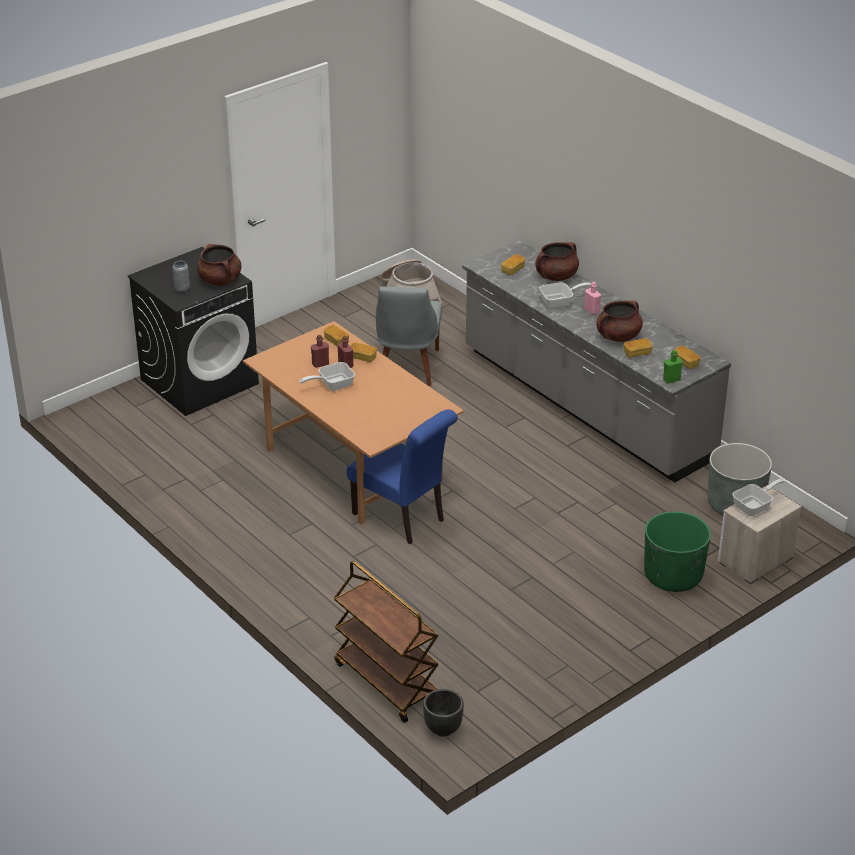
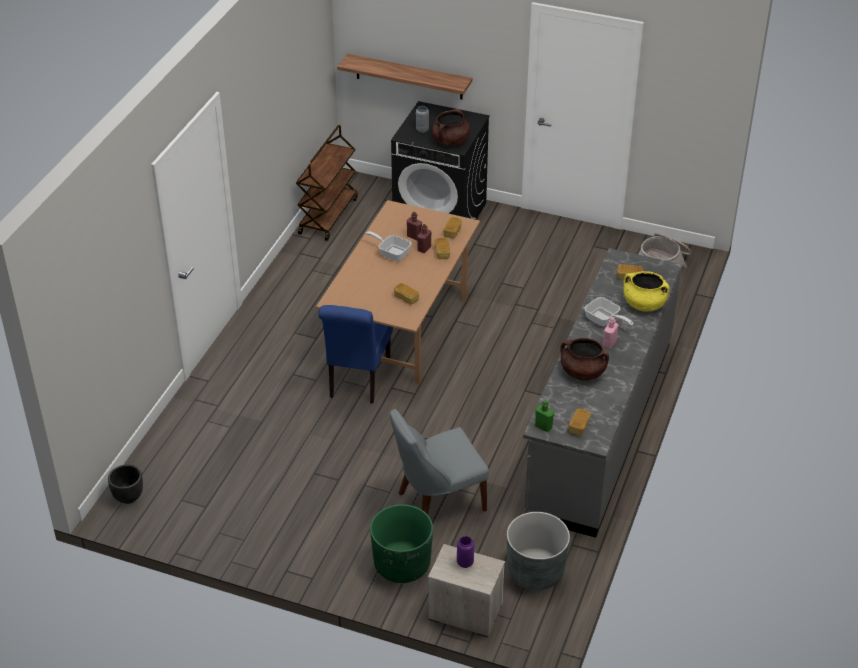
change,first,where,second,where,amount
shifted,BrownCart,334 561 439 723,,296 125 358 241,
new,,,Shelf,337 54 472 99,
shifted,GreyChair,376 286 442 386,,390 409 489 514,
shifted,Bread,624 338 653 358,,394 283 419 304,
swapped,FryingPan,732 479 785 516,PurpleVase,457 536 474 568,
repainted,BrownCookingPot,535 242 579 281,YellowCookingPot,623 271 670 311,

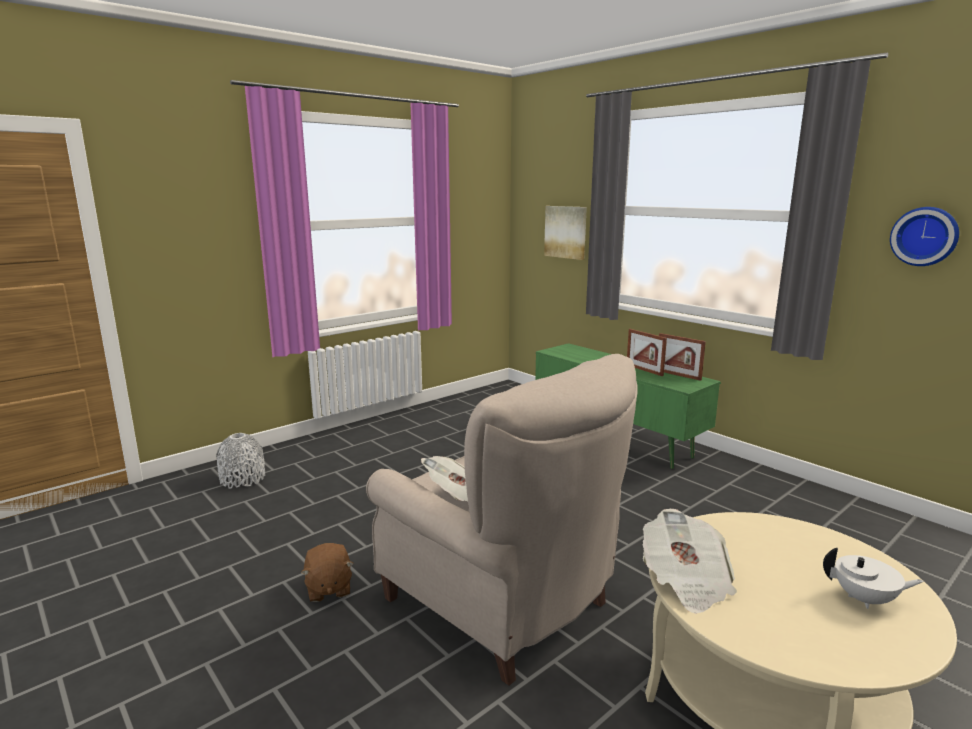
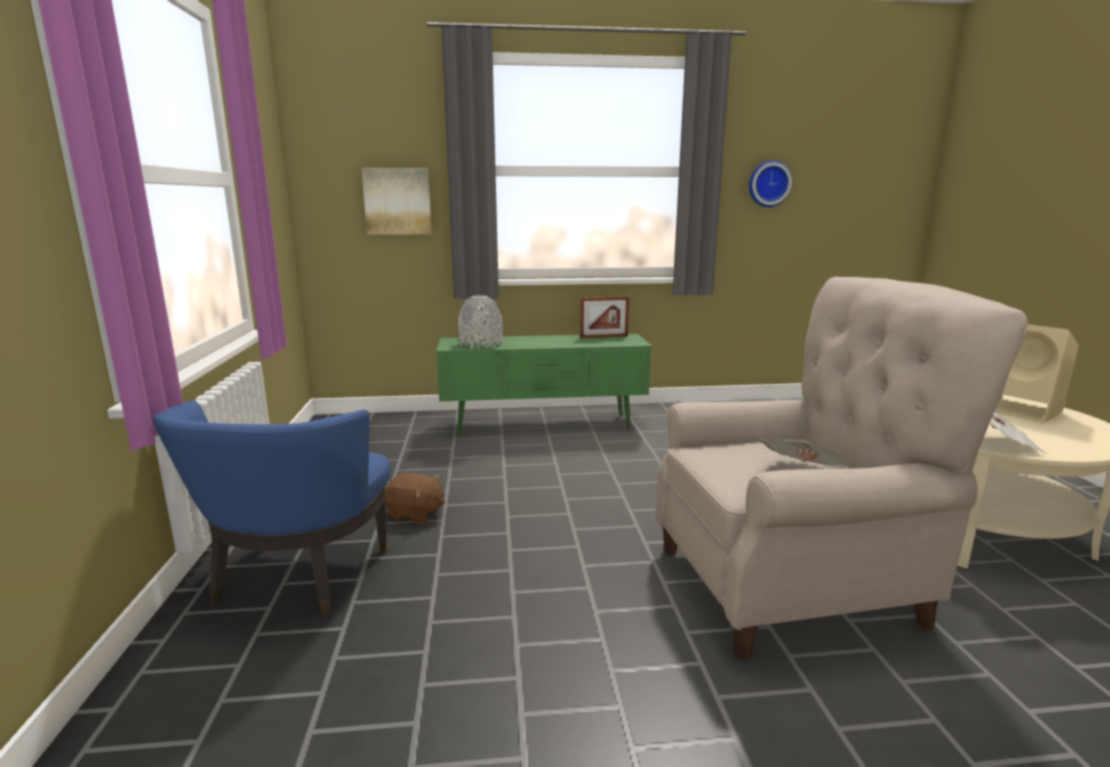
change,first,where,second,where,amount
new,,,BlueArmchair,153 401 391 616,
shifted,BrownPlushToy,301 543 354 602,,385 473 445 524,
shifted,GreyVase,216 433 265 489,,458 295 503 348,
swapped,WhiteTeapot,823 548 924 609,BeigeSpeaker,995 324 1079 423,
gone,PictureFrame,627 329 667 376,,,

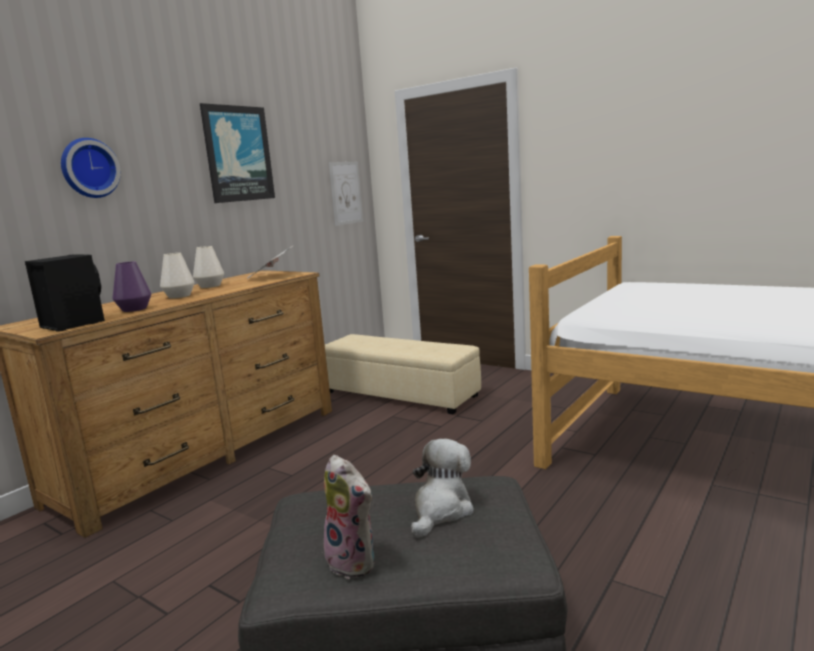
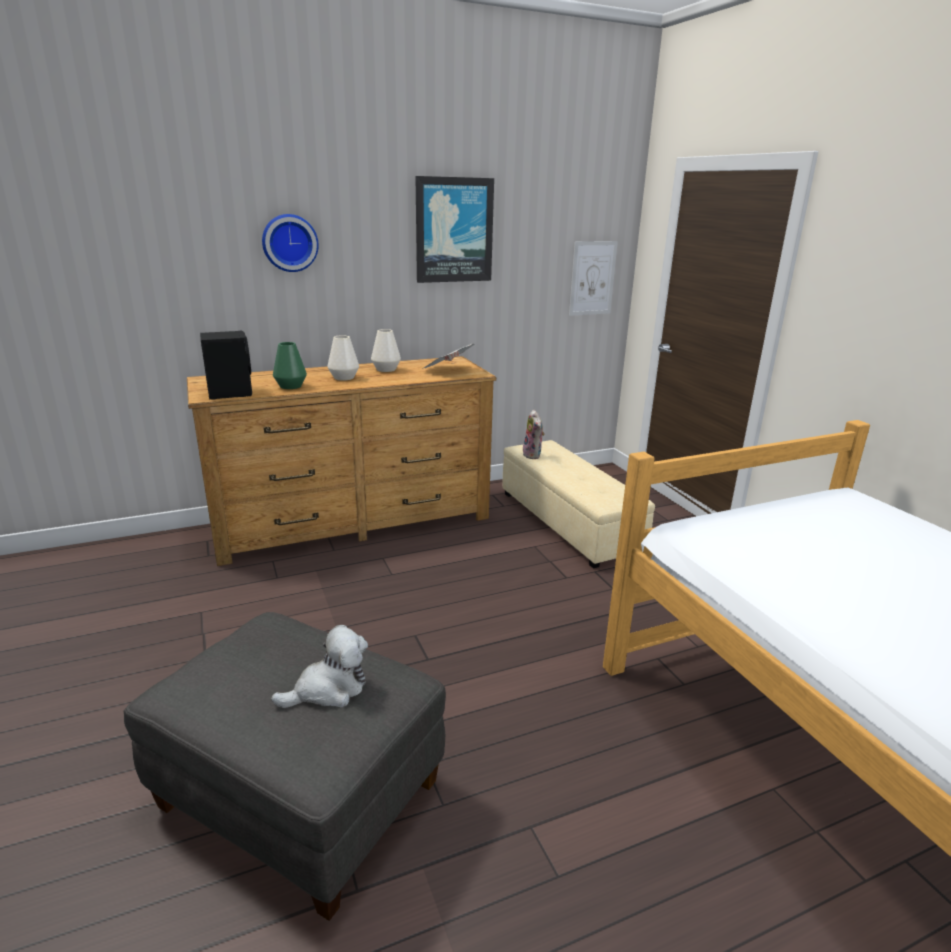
change,first,where,second,where,amount
repainted,PurpleVase,112 261 151 312,GreenVase,273 342 307 389,
shifted,PlushToy,324 455 374 579,,523 410 545 459,

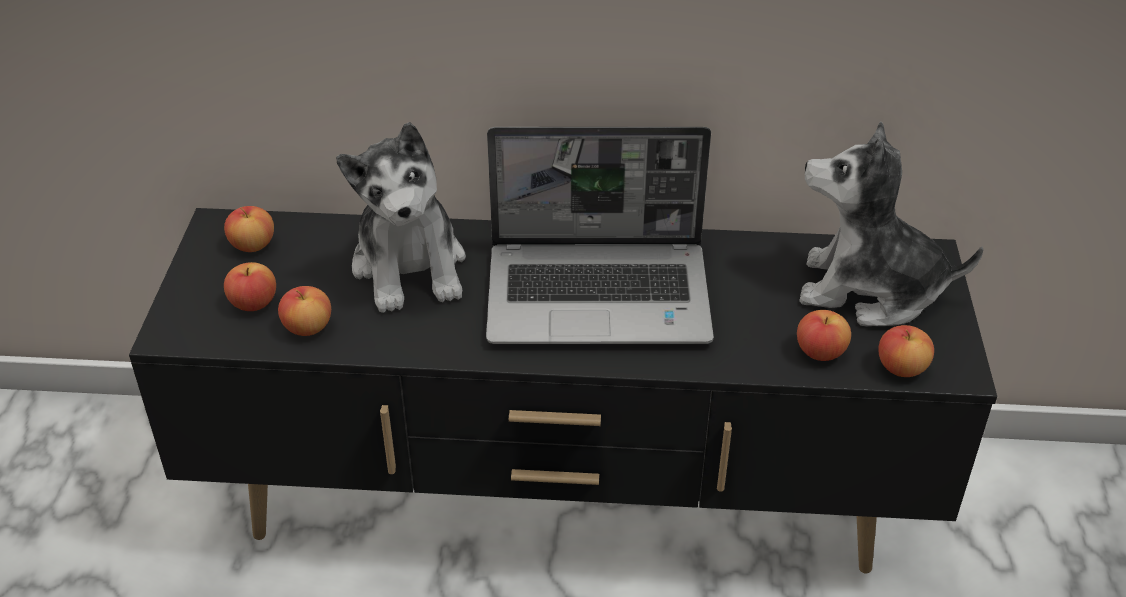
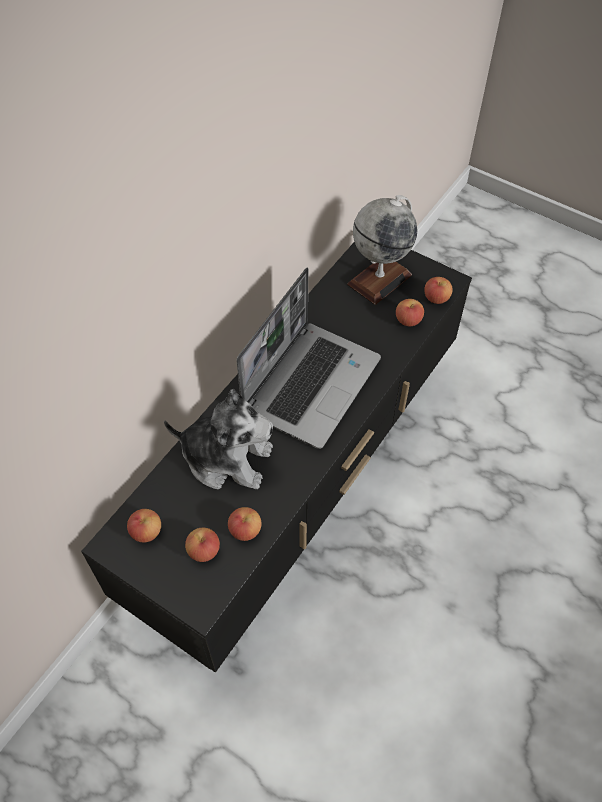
change,first,where,second,where,amount
swapped,PlushToy,799 121 984 327,Globe,347 195 417 305,

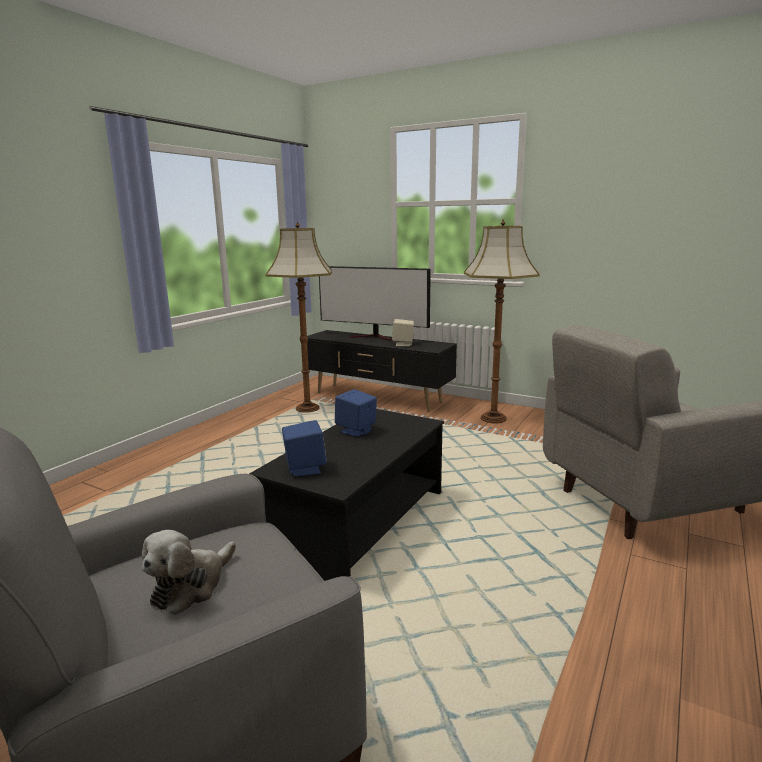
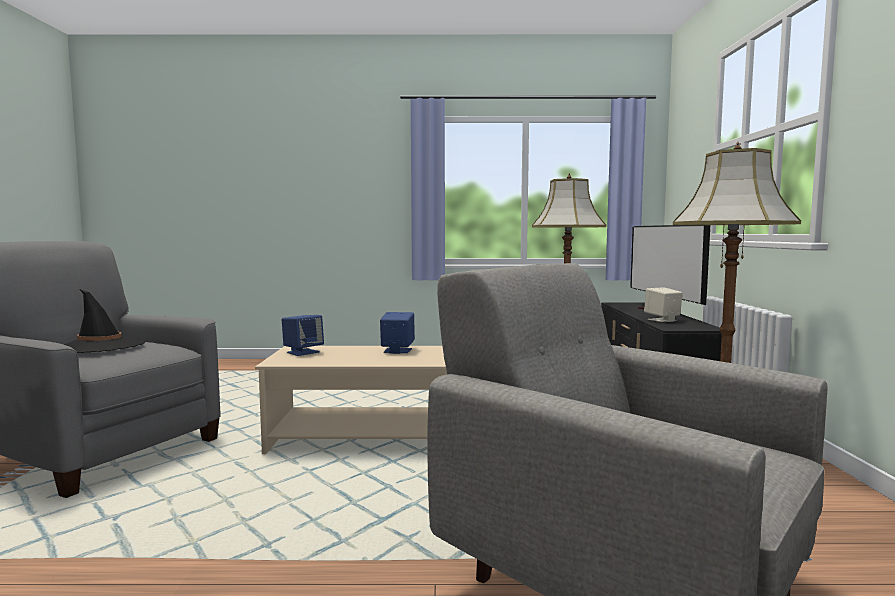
change,first,where,second,where,amount
swapped,PlushToy,142 530 236 615,BlackHat,64 289 145 353,
repainted,BlackCoffeeTable,249 409 444 581,BeigeCoffeeTable,255 346 447 454,

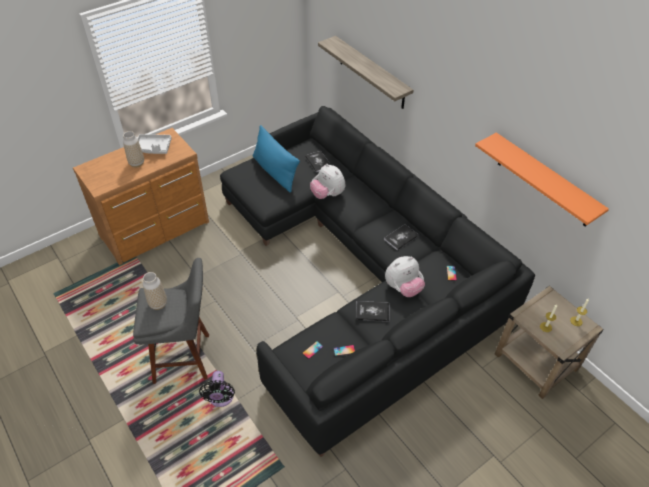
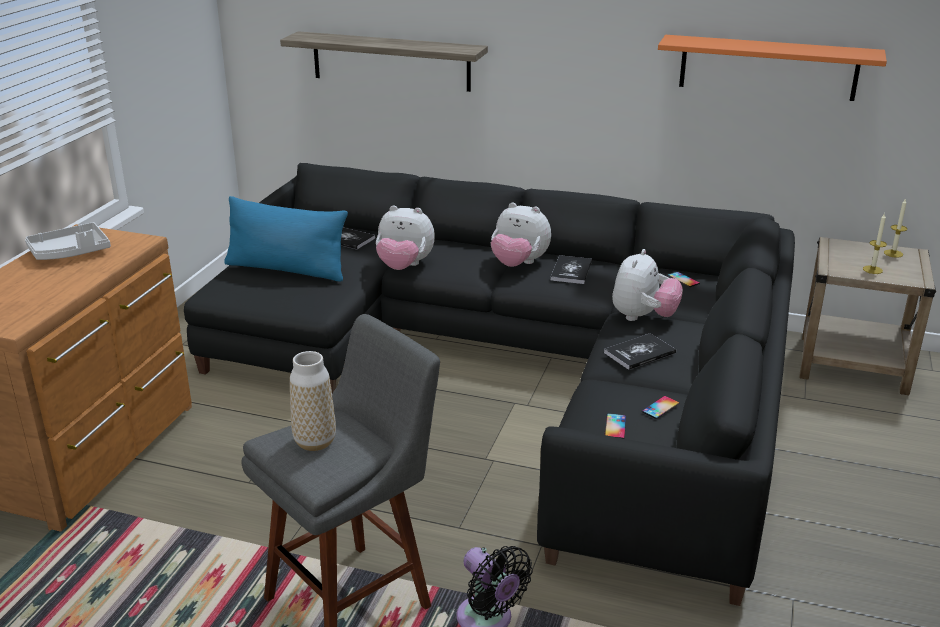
change,first,where,second,where,amount
new,,,PlushToy,491 202 551 267,
gone,Vase,123 131 144 167,,,

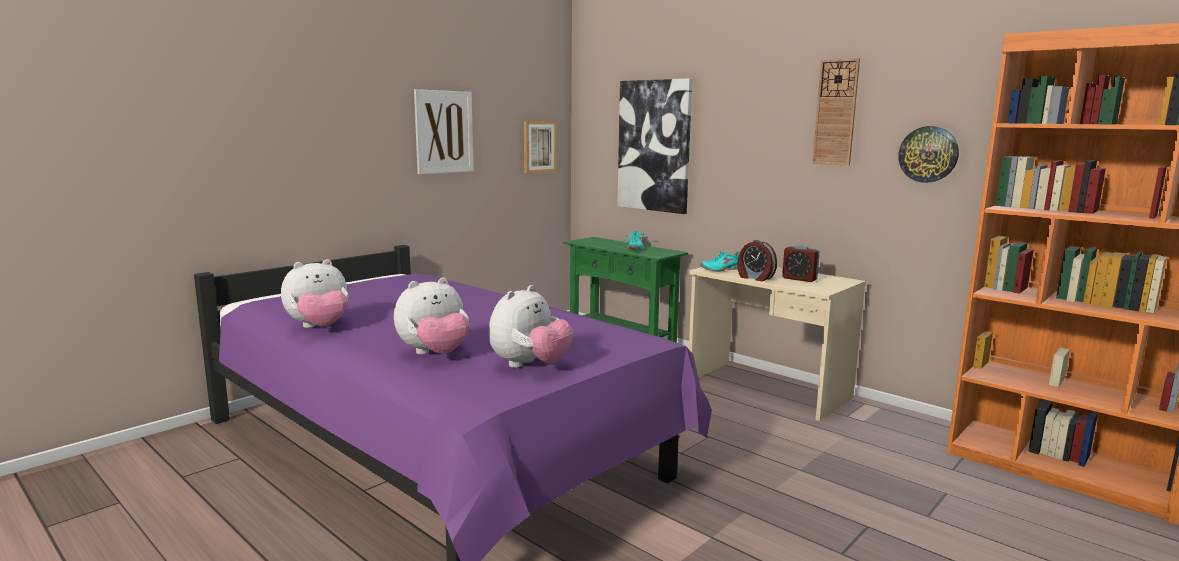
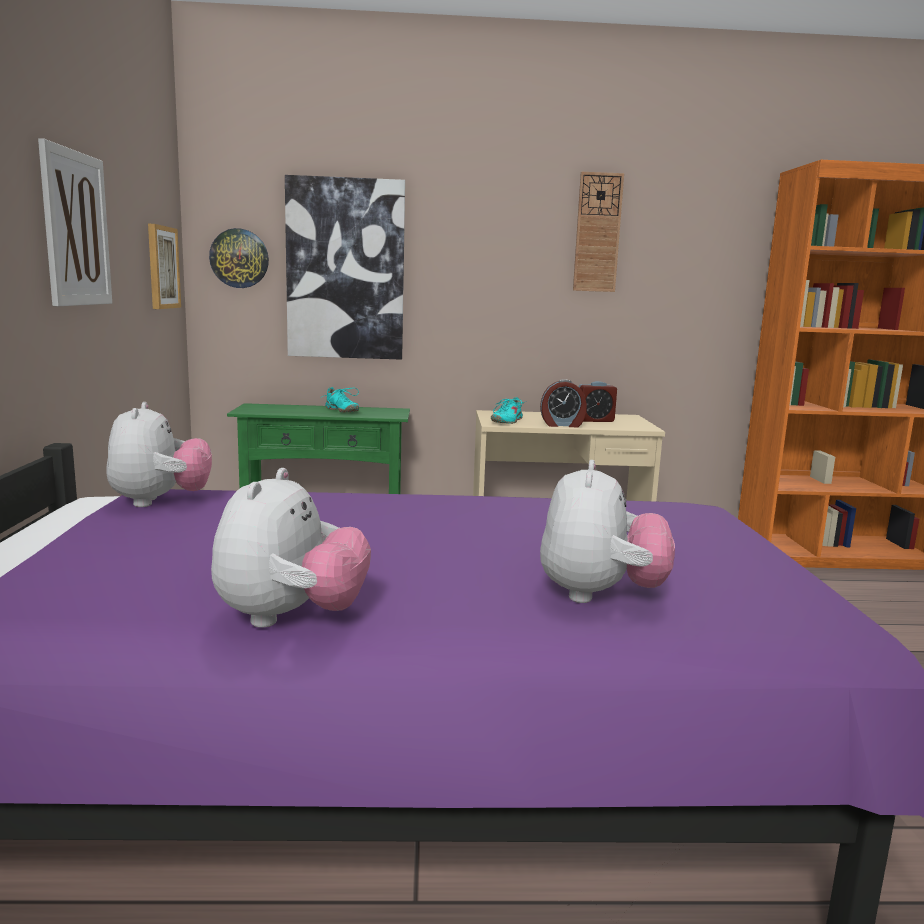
change,first,where,second,where,amount
shifted,PlushToy,489 285 573 368,,106 402 212 507,
shifted,WallClock,898 126 959 183,,209 228 269 288,

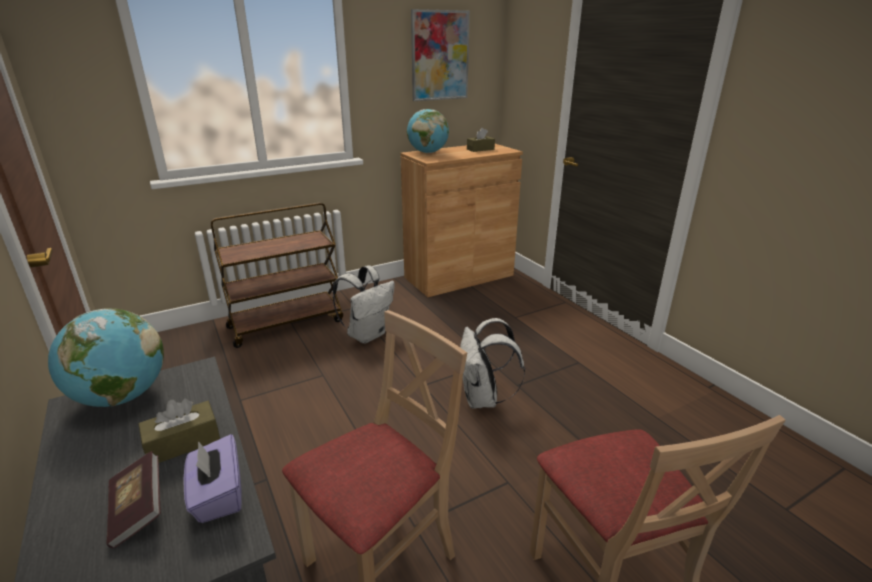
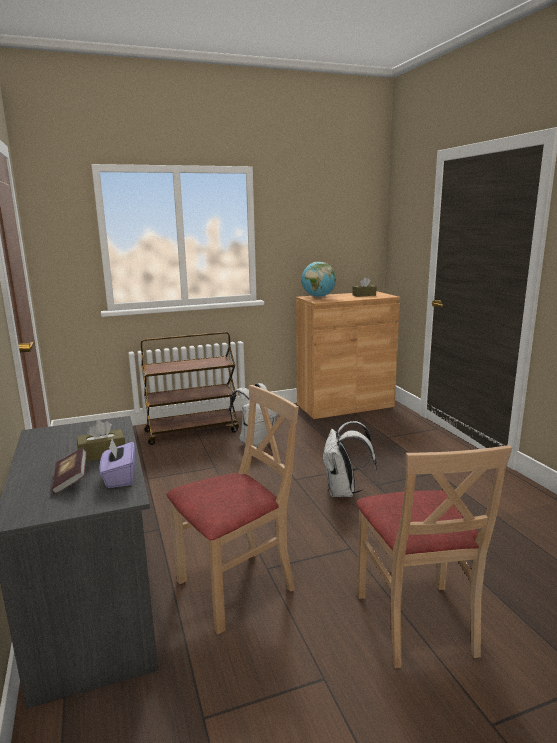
change,first,where,second,where,amount
gone,Globe,48 308 164 407,,,
gone,Picture,411 9 470 101,,,

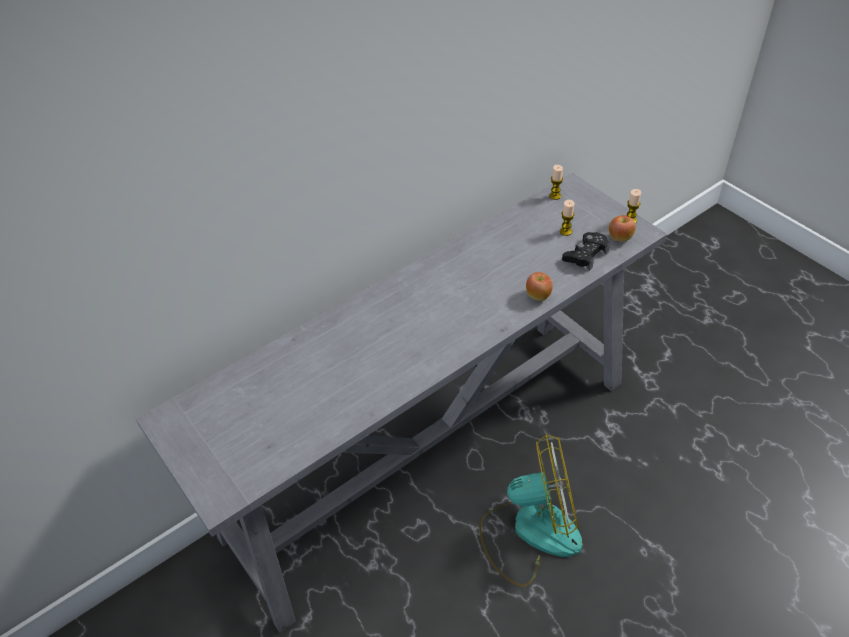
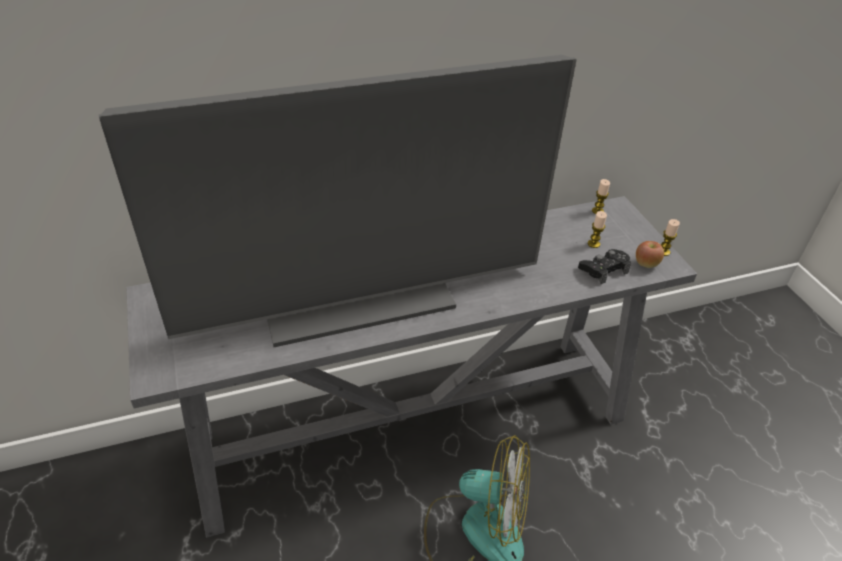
change,first,where,second,where,amount
new,,,Television,99 55 577 347,
gone,Apple,526 272 553 301,,,

